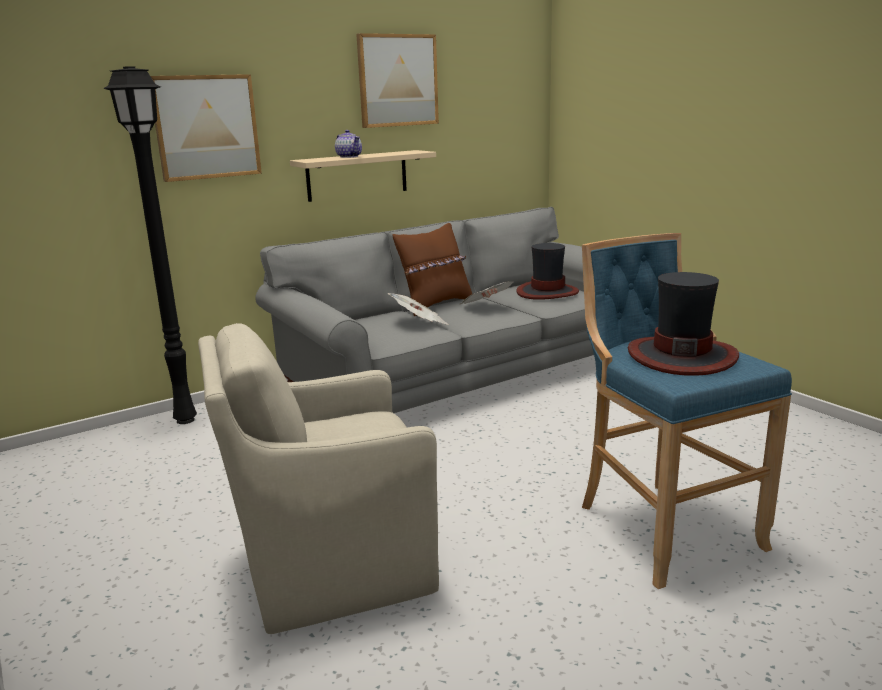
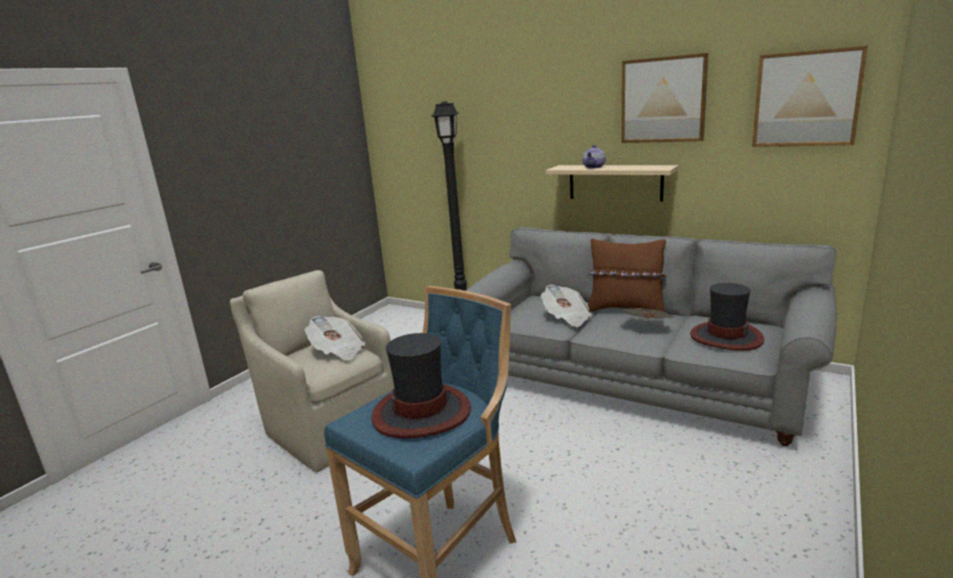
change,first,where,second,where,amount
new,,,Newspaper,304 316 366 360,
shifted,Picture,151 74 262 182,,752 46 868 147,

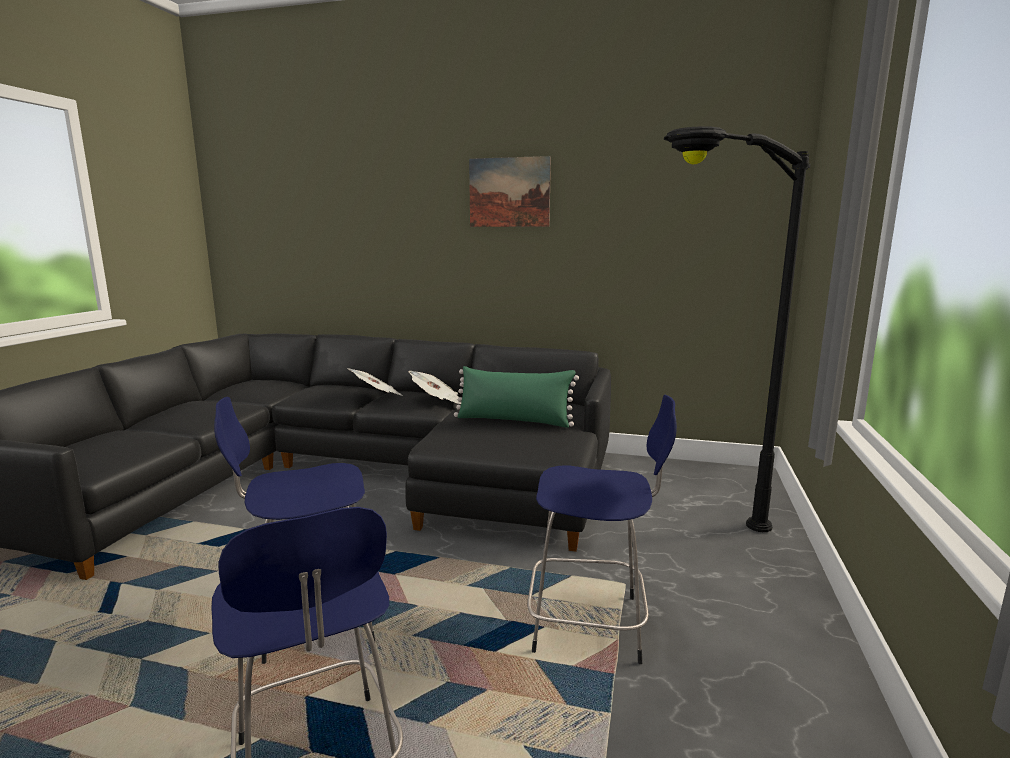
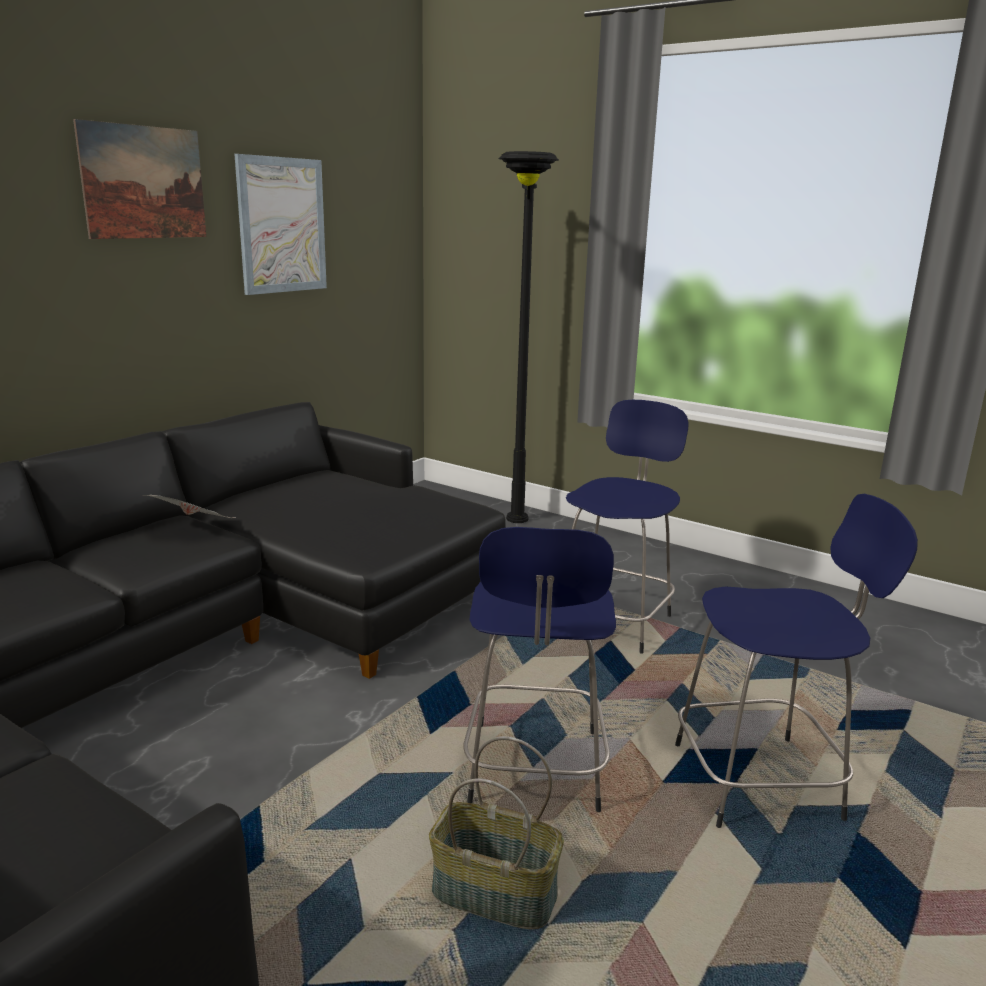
change,first,where,second,where,amount
new,,,Picture,234 154 327 295,
new,,,Basket,429 736 564 929,
gone,Newspaper,347 368 404 396,,,
gone,GreenPillow,454 366 579 428,,,

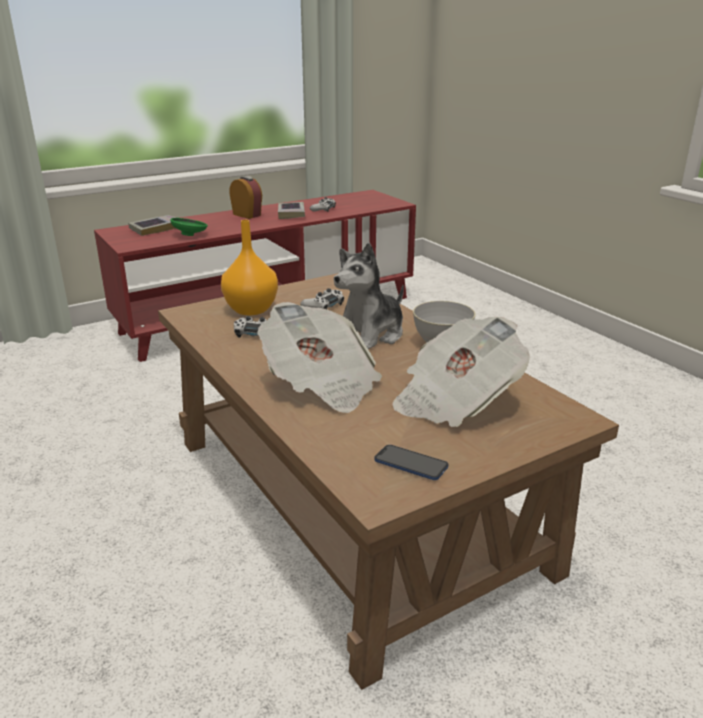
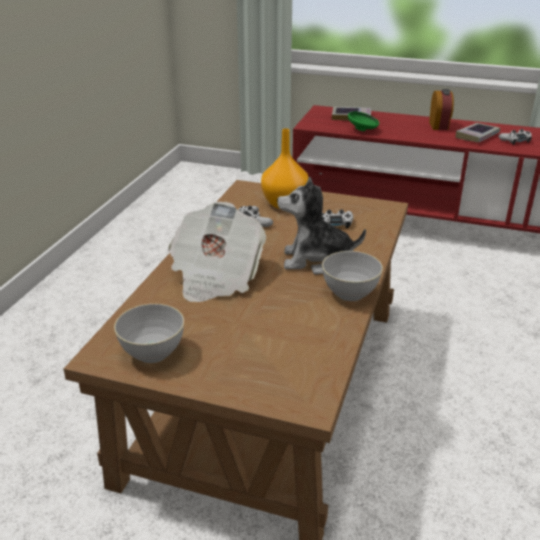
change,first,where,second,where,amount
swapped,Phone,374 445 449 480,GreyBowl,114 304 184 363,
gone,Newspaper,392 317 530 427,,,

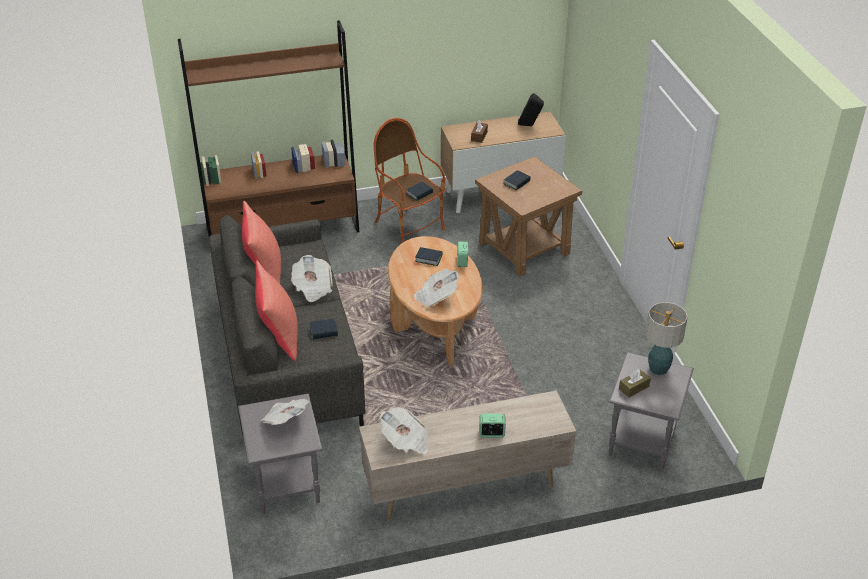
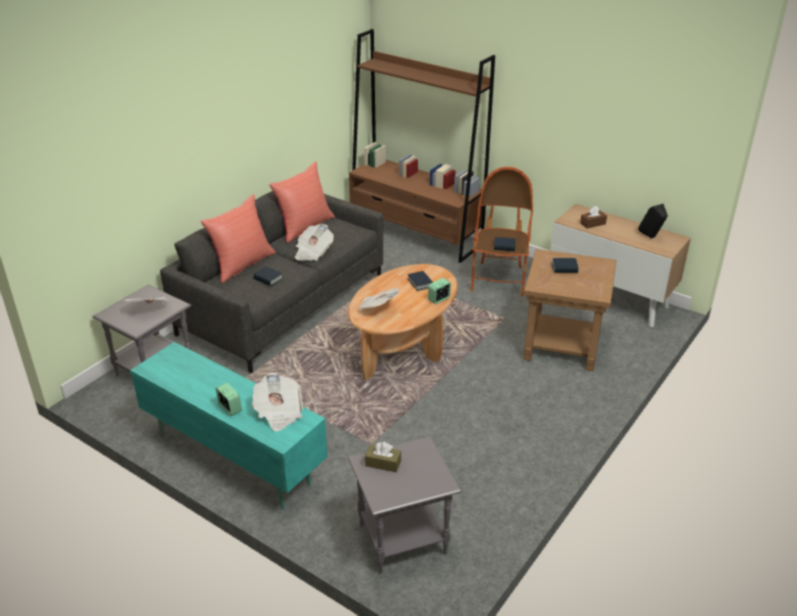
change,first,where,second,where,amount
repainted,BeigeTvStand,359 390 577 520,TurquoiseTvStand,130 342 327 509,
shifted,Newspaper,380 407 429 454,,252 373 303 431,
gone,TableLamp,645 302 688 375,,,

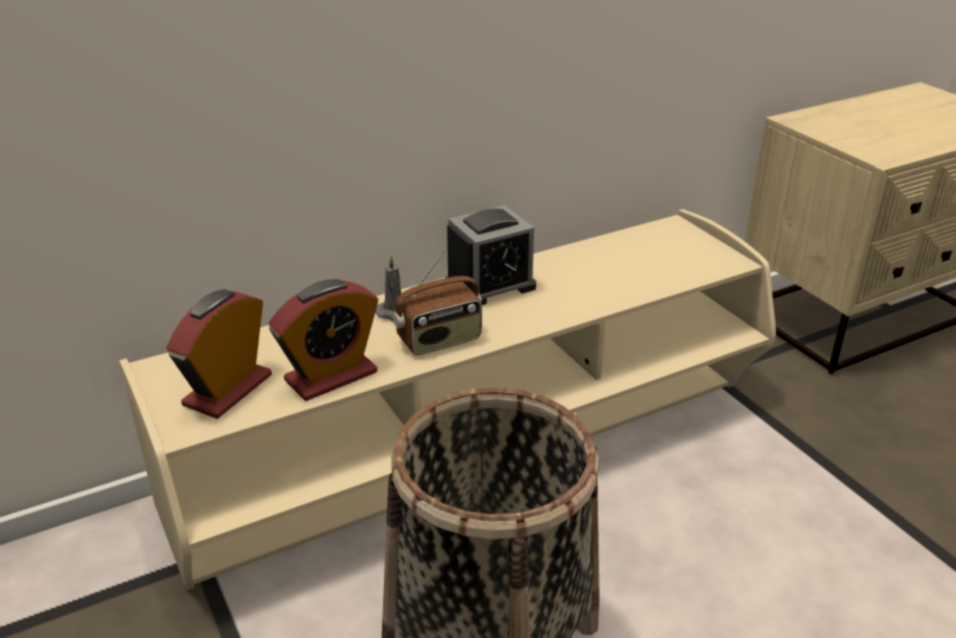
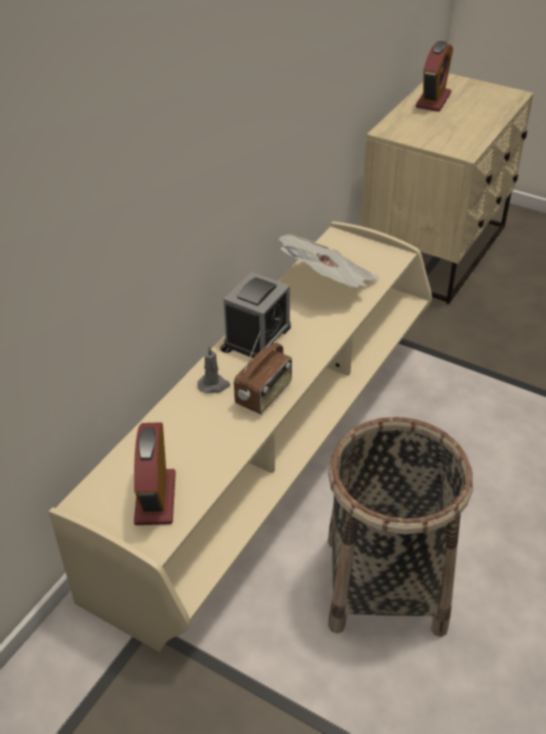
change,first,where,second,where,amount
new,,,Newspaper,279 234 379 288,
shifted,AlarmClock,269 279 378 401,,416 41 453 112,

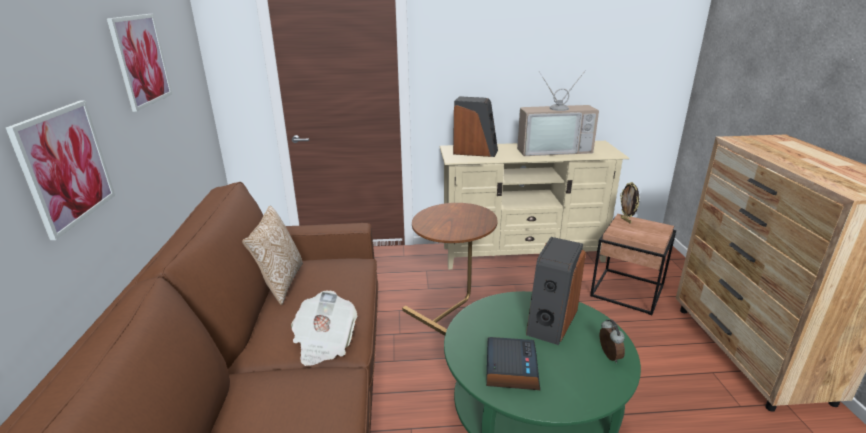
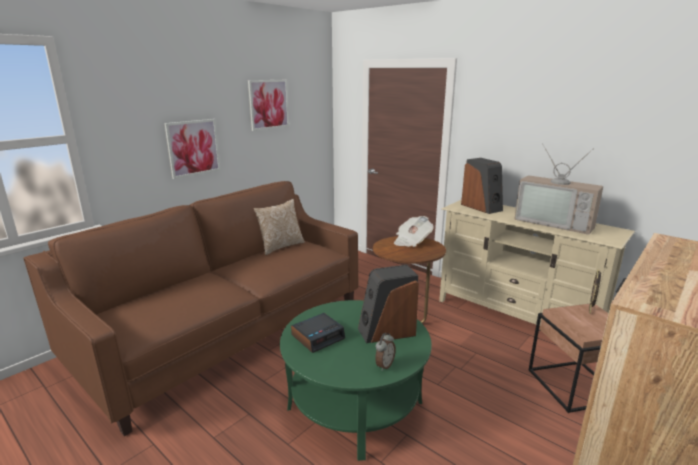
change,first,where,second,where,amount
shifted,Newspaper,291 291 357 366,,394 216 434 247,

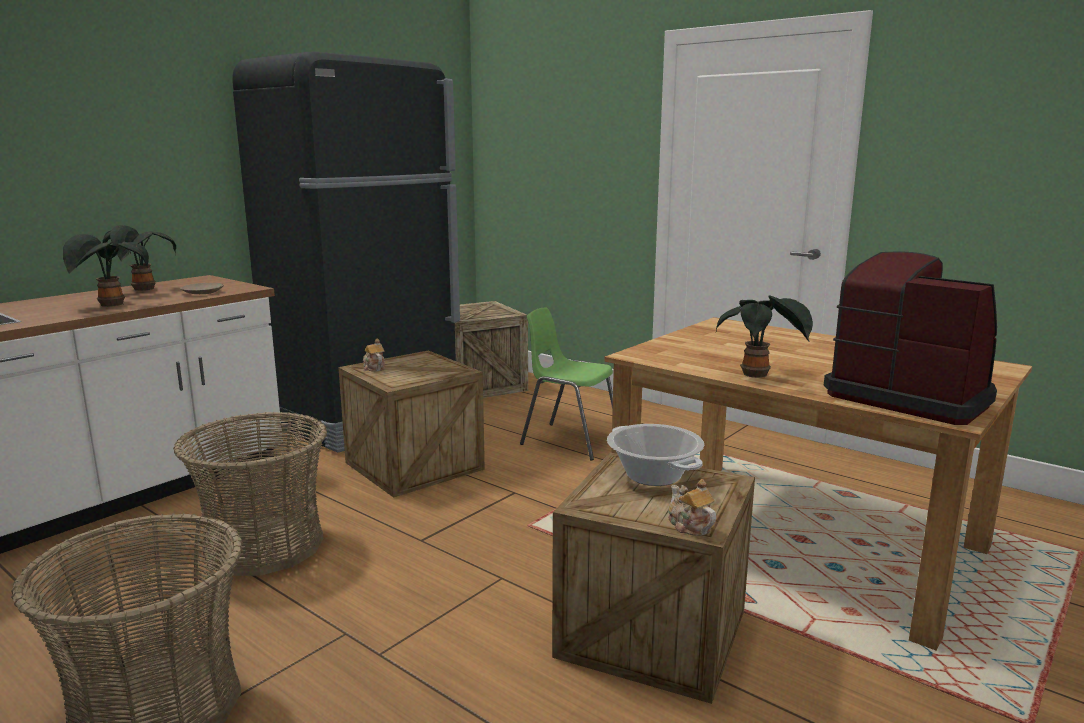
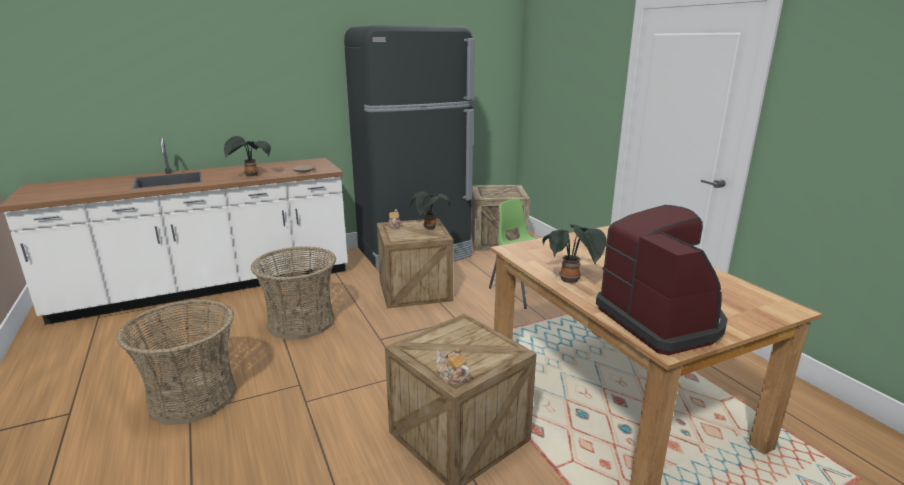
change,first,where,second,where,amount
shifted,PottedPlant,102 225 176 291,,410 191 450 229,
rotated,Teapot,668 479 716 536,,435 347 470 385,45 degrees counterclockwise
gone,CookingPot,607 424 704 486,,,

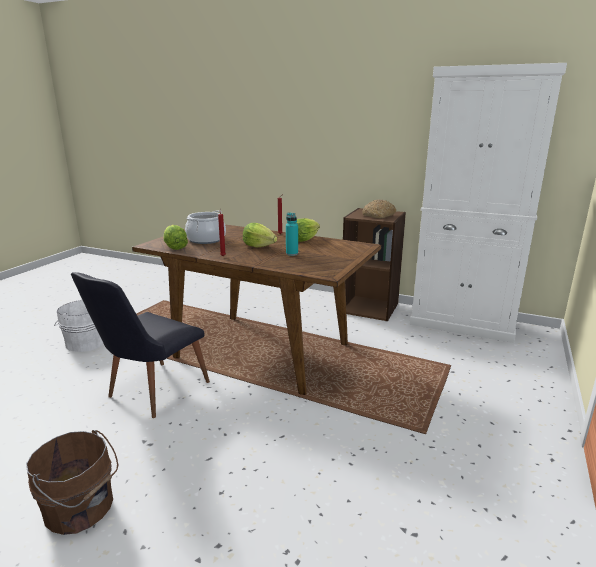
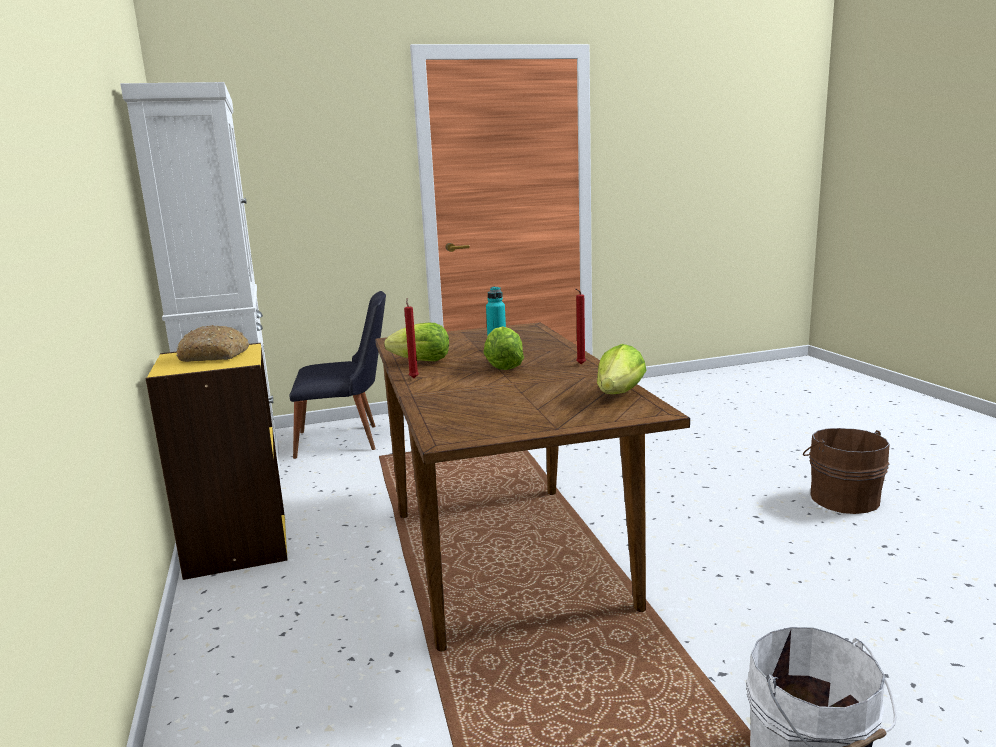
change,first,where,second,where,amount
repainted,BrownBookcase,343 208 406 321,YellowBookcase,146 343 287 580,
shifted,BlackChair,71 272 210 418,,289 291 386 459,
gone,CookingPot,185 210 226 244,,,

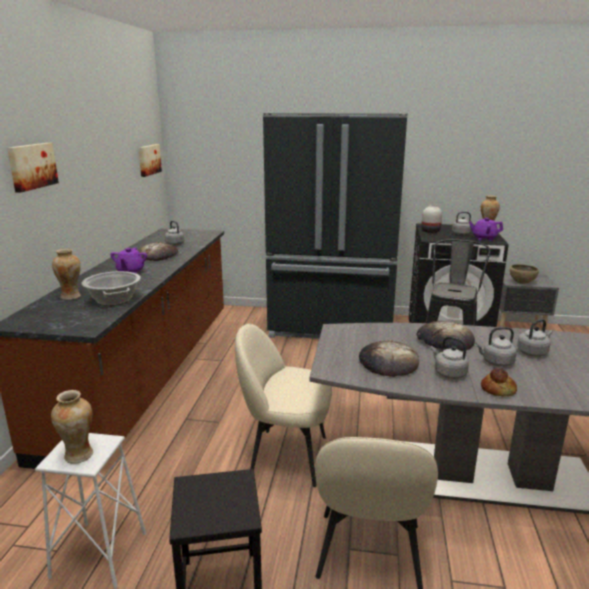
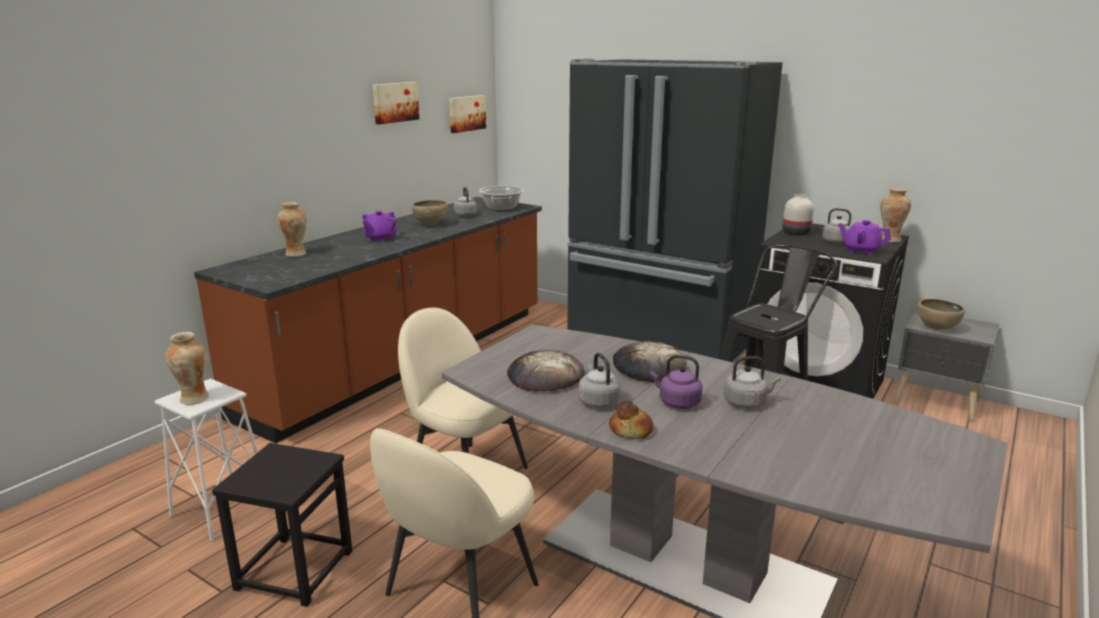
change,first,where,second,where,amount
shifted,Picture,7 143 59 193,,372 82 419 124,
swapped,Bread,138 242 178 261,BrownBowl,412 200 448 225,
shifted,CookingPot,82 271 141 306,,479 186 524 211,
repainted,GreyKettle,475 327 517 367,PurpleKettle,651 355 703 409,

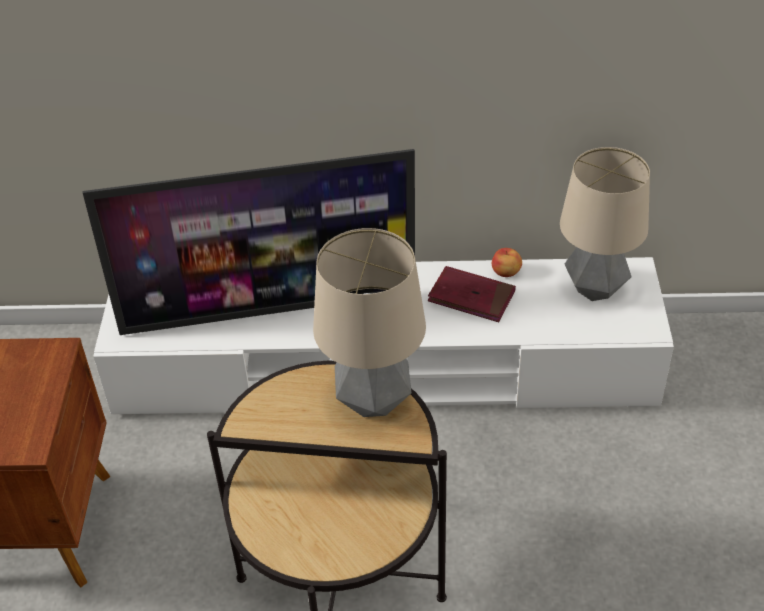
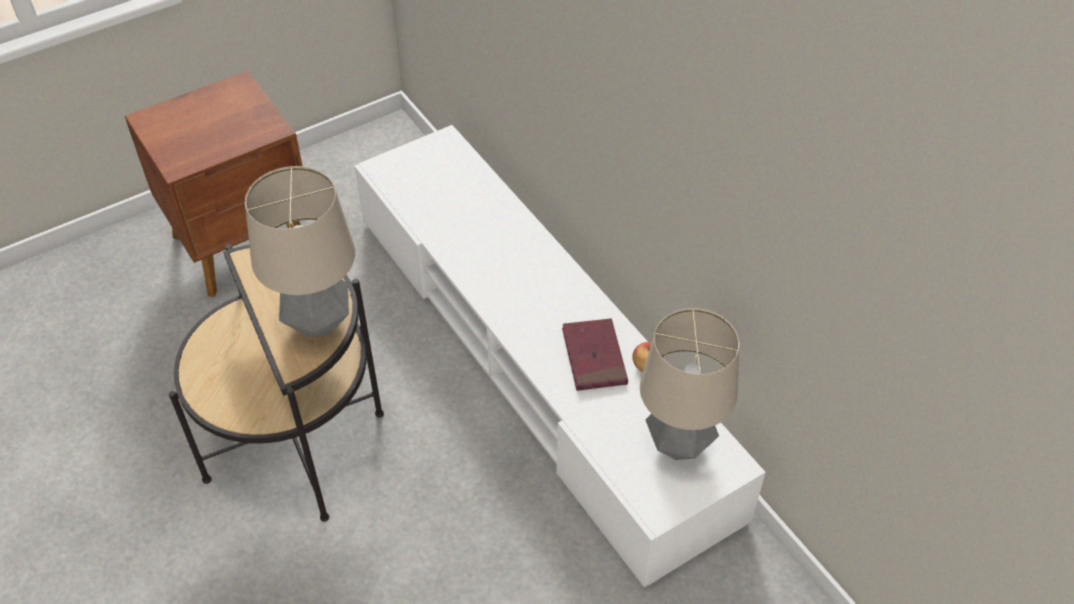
change,first,where,second,where,amount
gone,Television,83 149 415 335,,,

